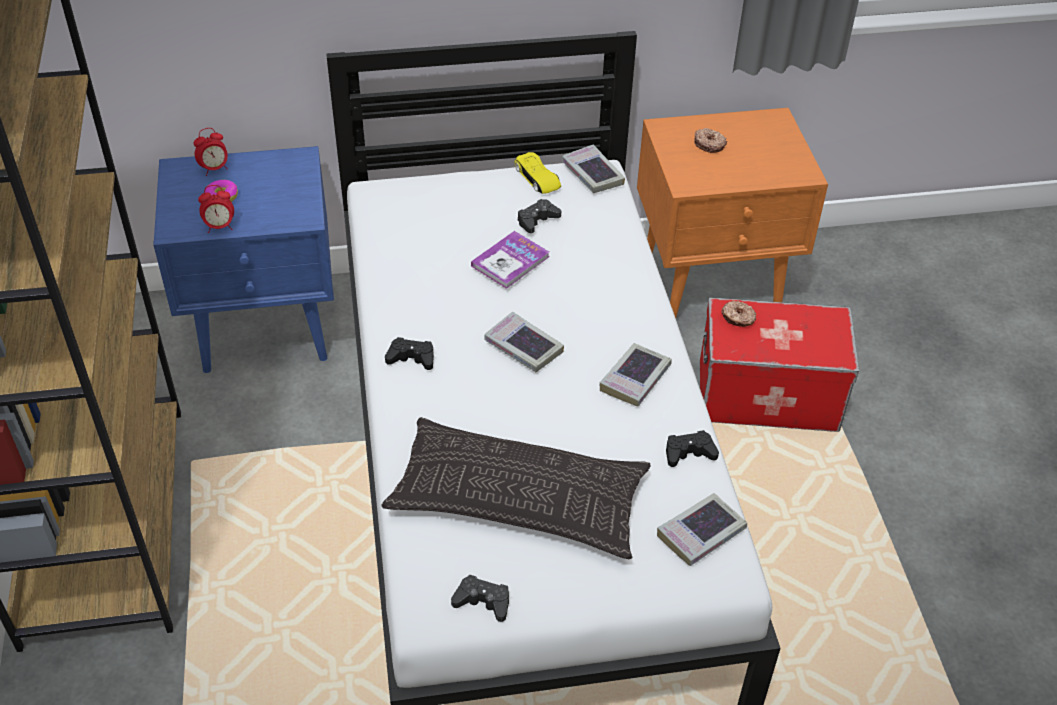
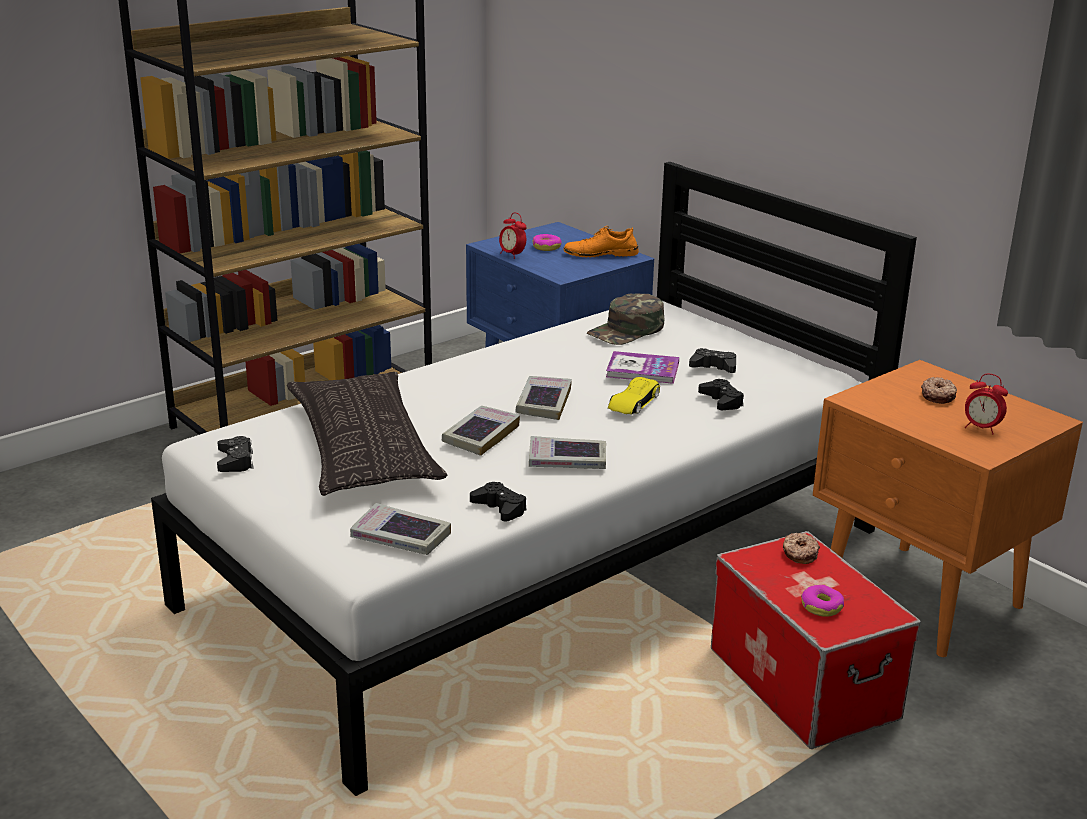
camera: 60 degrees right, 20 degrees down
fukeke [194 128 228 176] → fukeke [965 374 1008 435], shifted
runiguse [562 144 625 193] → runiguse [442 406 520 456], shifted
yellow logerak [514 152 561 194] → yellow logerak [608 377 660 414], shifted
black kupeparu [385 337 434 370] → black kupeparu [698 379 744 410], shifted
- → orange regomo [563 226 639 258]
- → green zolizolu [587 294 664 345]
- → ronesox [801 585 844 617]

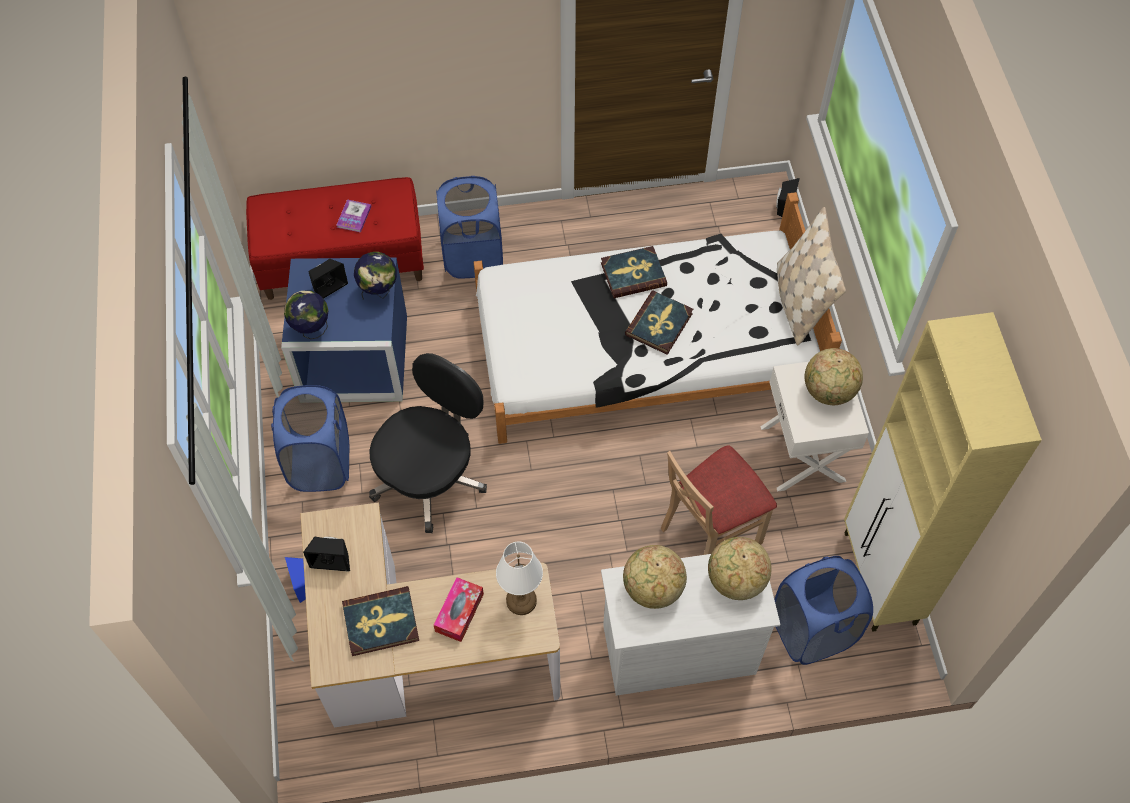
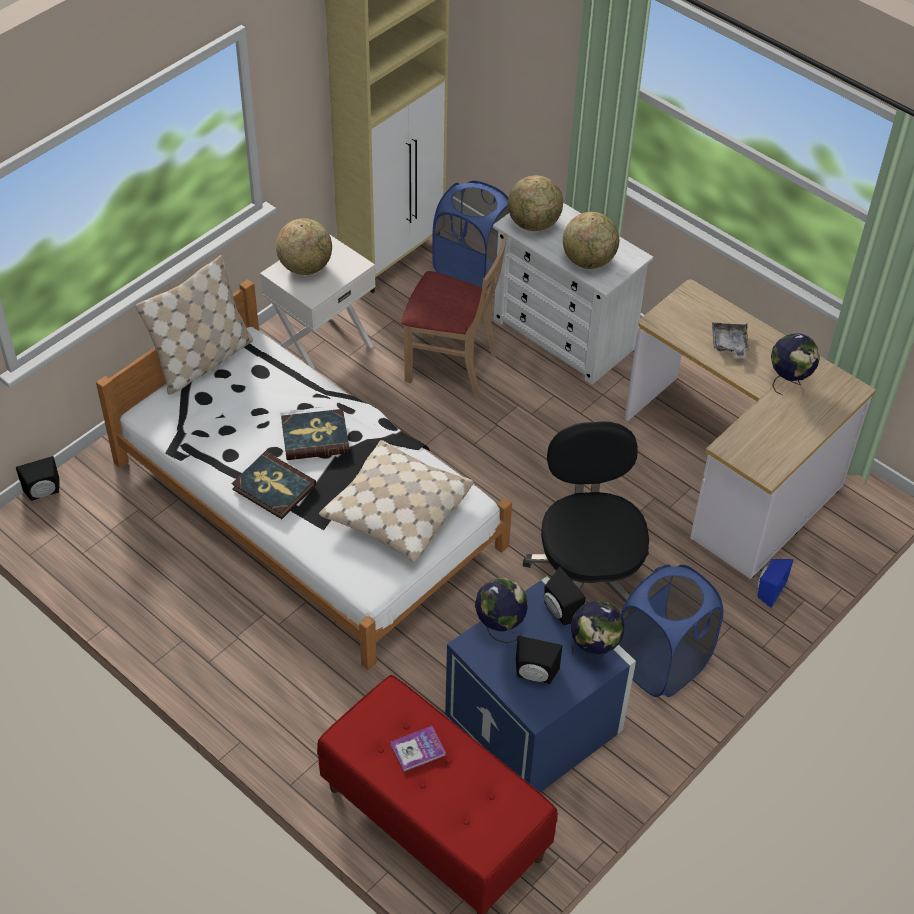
camera: 130 degrees left, 10 degrees down
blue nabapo [436 176 503 279] → -
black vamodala [369 353 487 533] → black vamodala [523 421 649 603], 90 degrees clockwise
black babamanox [303 537 350 572] → black babamanox [544 567 586 626], shifted
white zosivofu [496 541 543 615] → -
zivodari [434 577 484 642] → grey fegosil [712 323 749 358]
runiguse [342 586 419 656] → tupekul [771 333 820 396]
- → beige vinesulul [319 440 474 562]

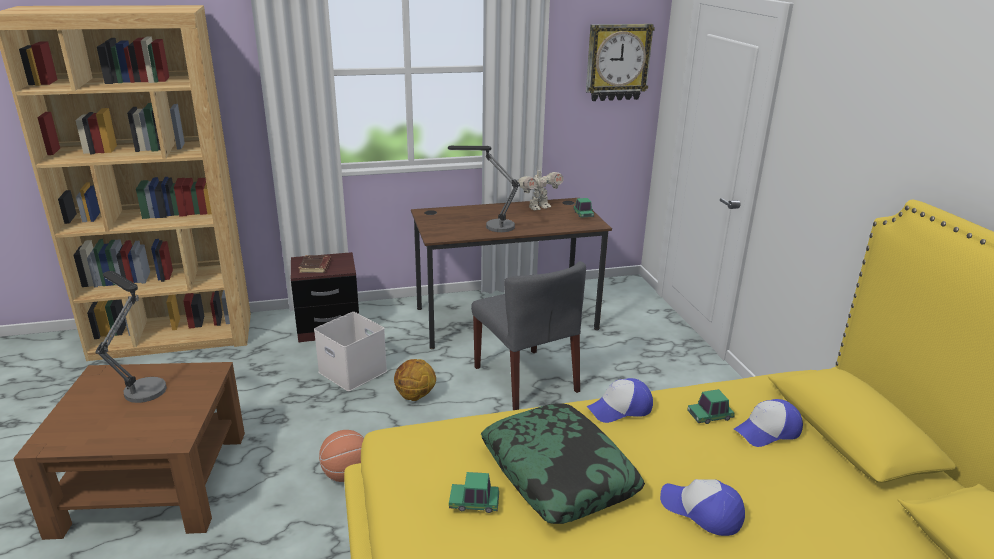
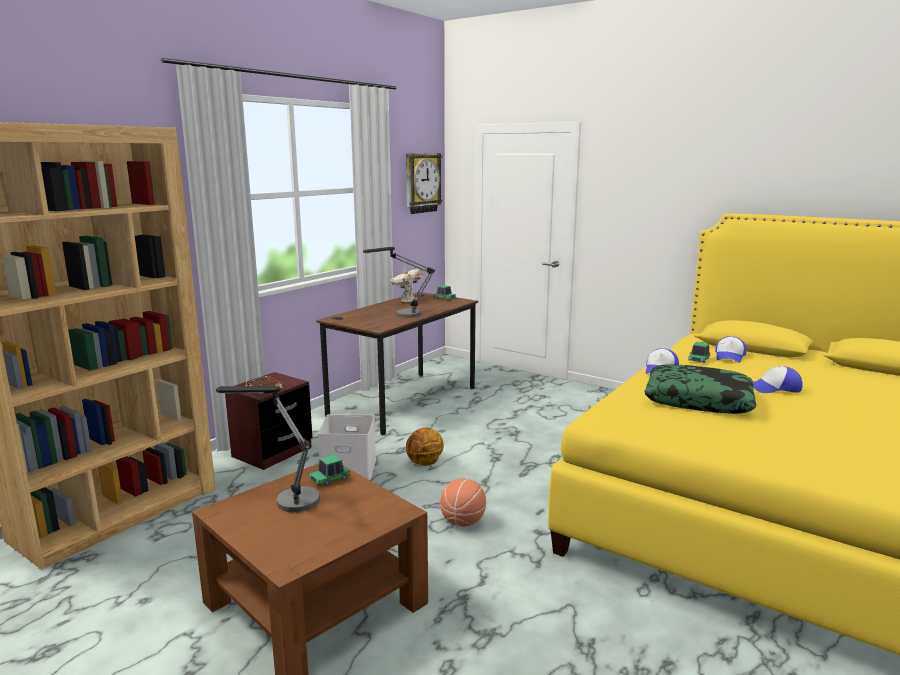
camera: 40 degrees left, 10 degrees down
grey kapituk [471 261 586 410] → -
logerak [449 472 499 513] → logerak [309 454 351 486], shifted

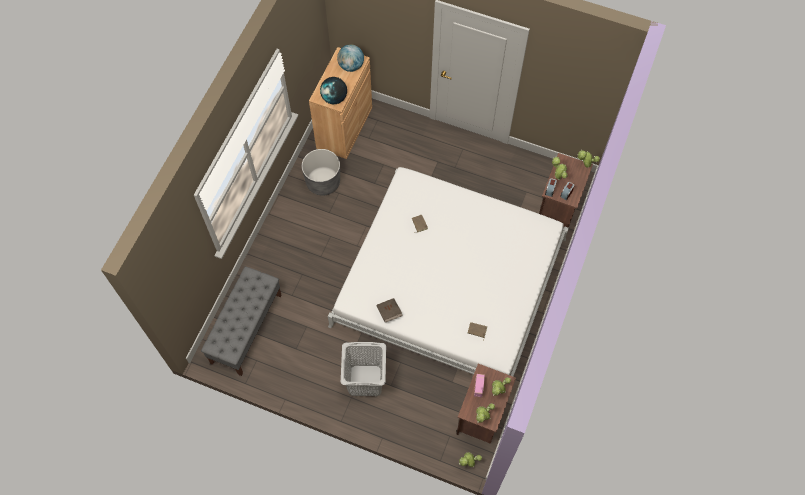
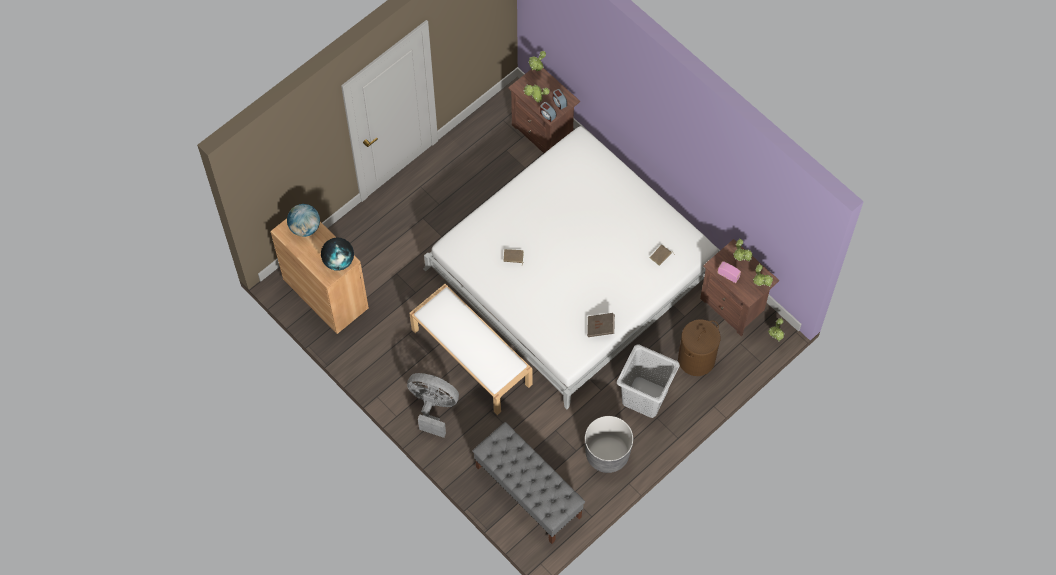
camera: 65 degrees left, 0 degrees up
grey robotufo [302 149 340 196] → grey robotufo [585 416 633 473], shifted
- → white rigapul [409 284 533 415]
- → brown nabapo [678 319 720 376]
- → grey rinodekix [407 373 459 438]

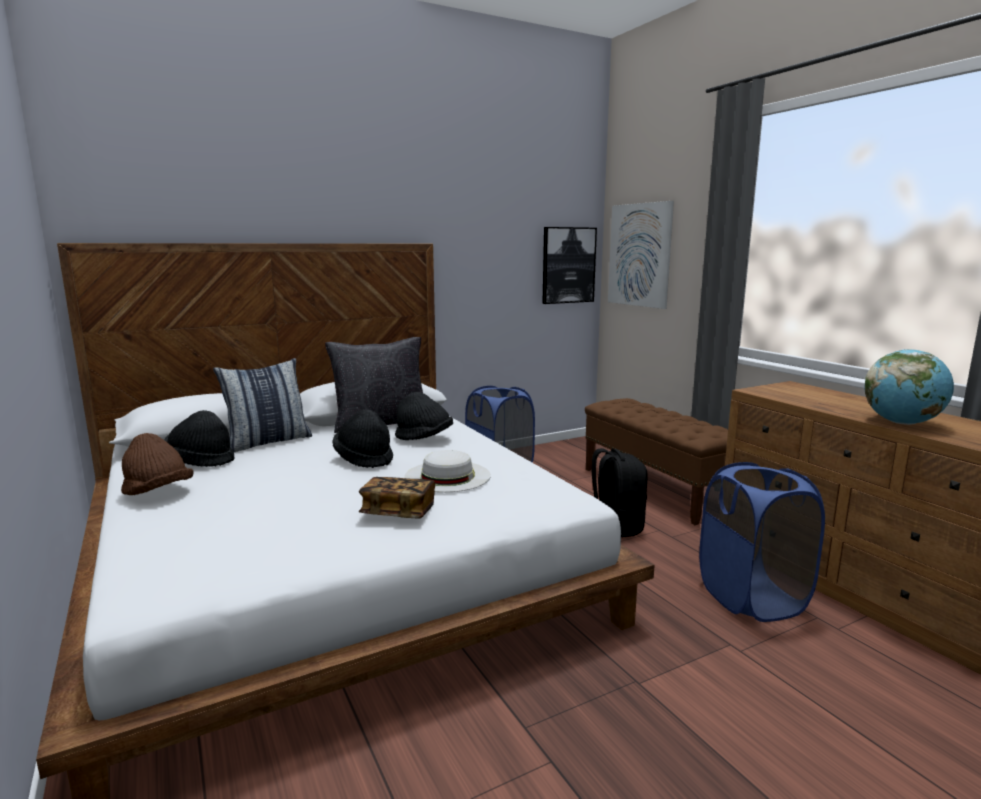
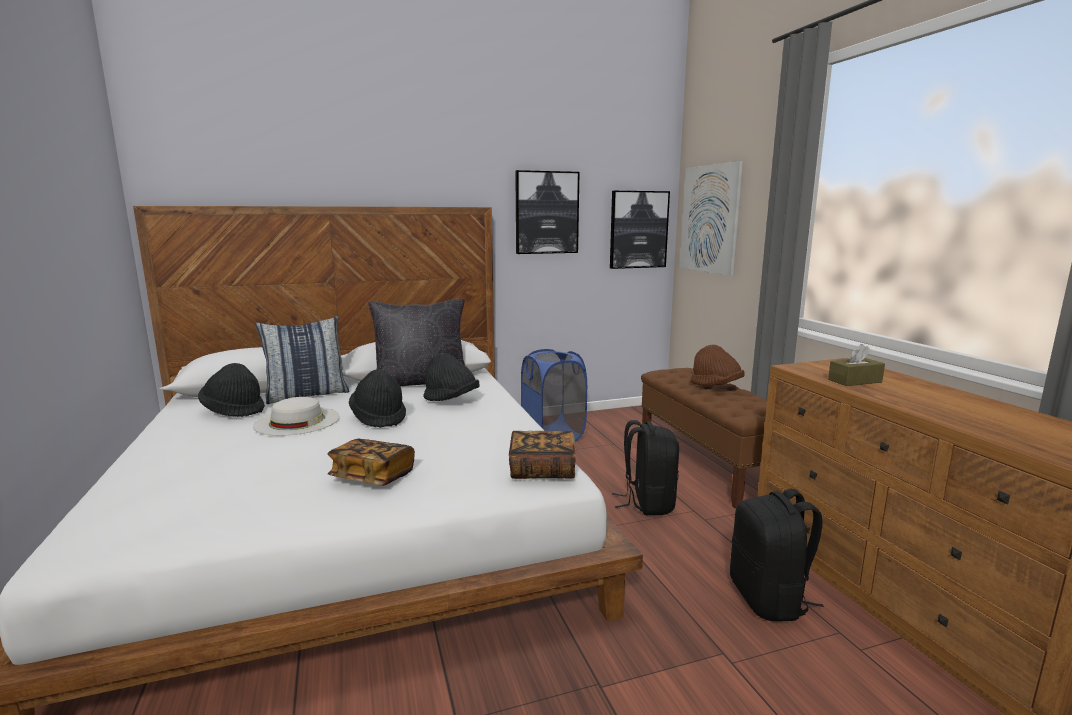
camera: 10 degrees right, 0 degrees up
tupekul [864 349 954 425] → -
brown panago [121 433 194 495] → brown panago [690 345 744 386], shifted
white panago [404 450 491 492] → white panago [253 397 340 436], shifted
blue nabapo [699 462 825 622] → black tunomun [730 489 824 621]
- → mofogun [515 170 580 254]
- → brown zivodari [828 344 885 386]
- → runiguse [509 431 576 479]

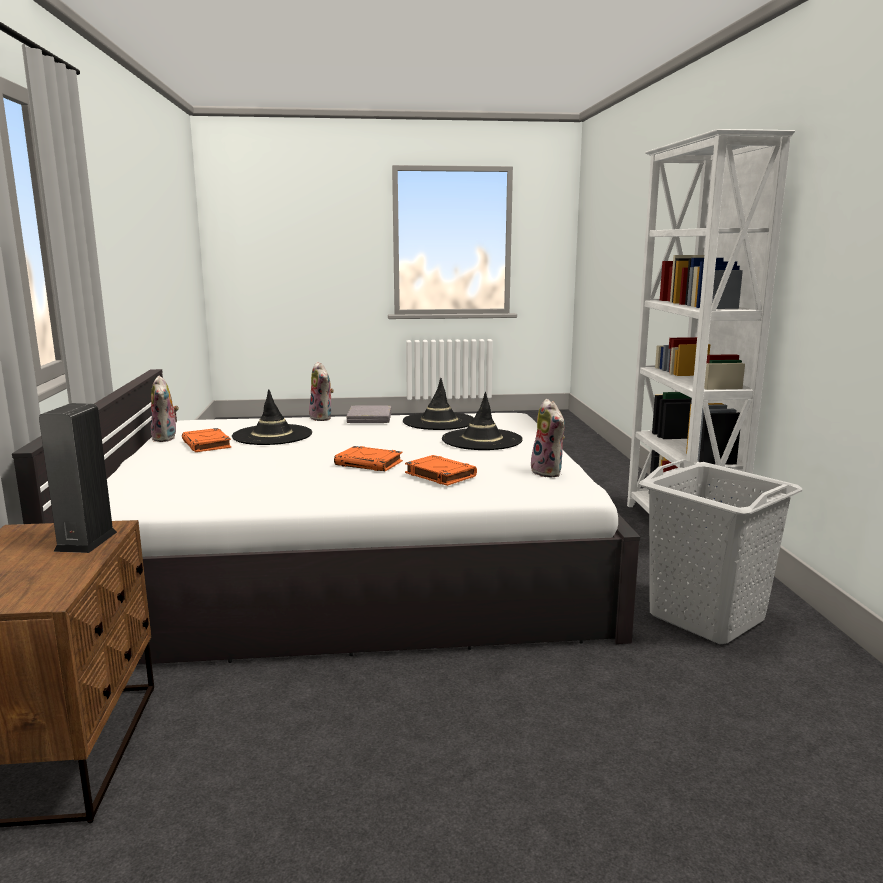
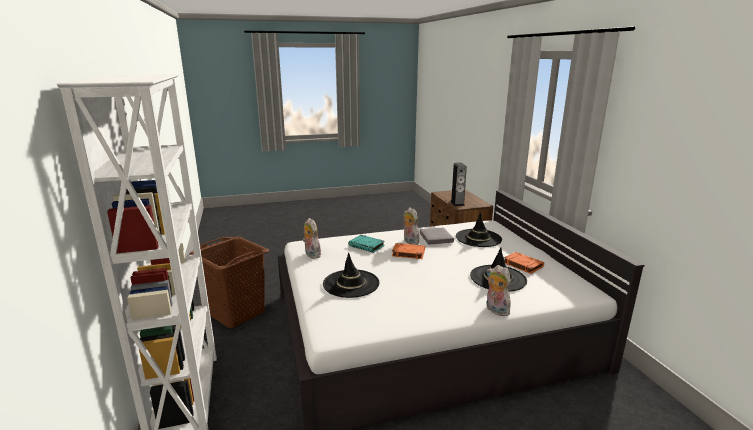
camera: 170 degrees right, 5 degrees up
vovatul [151 376 179 442] → vovatul [404 207 419 245], shifted
black panago [403 378 474 430] → black panago [456 213 502 247], shifted
grey runiguse [346 405 392 423] → grey runiguse [420 228 454 245], shifted
orange runiguse [405 455 477 486] → turquoise runiguse [349 235 385 253]
grey nabapo [639 459 802 644] → brown nabapo [189 236 269 328]

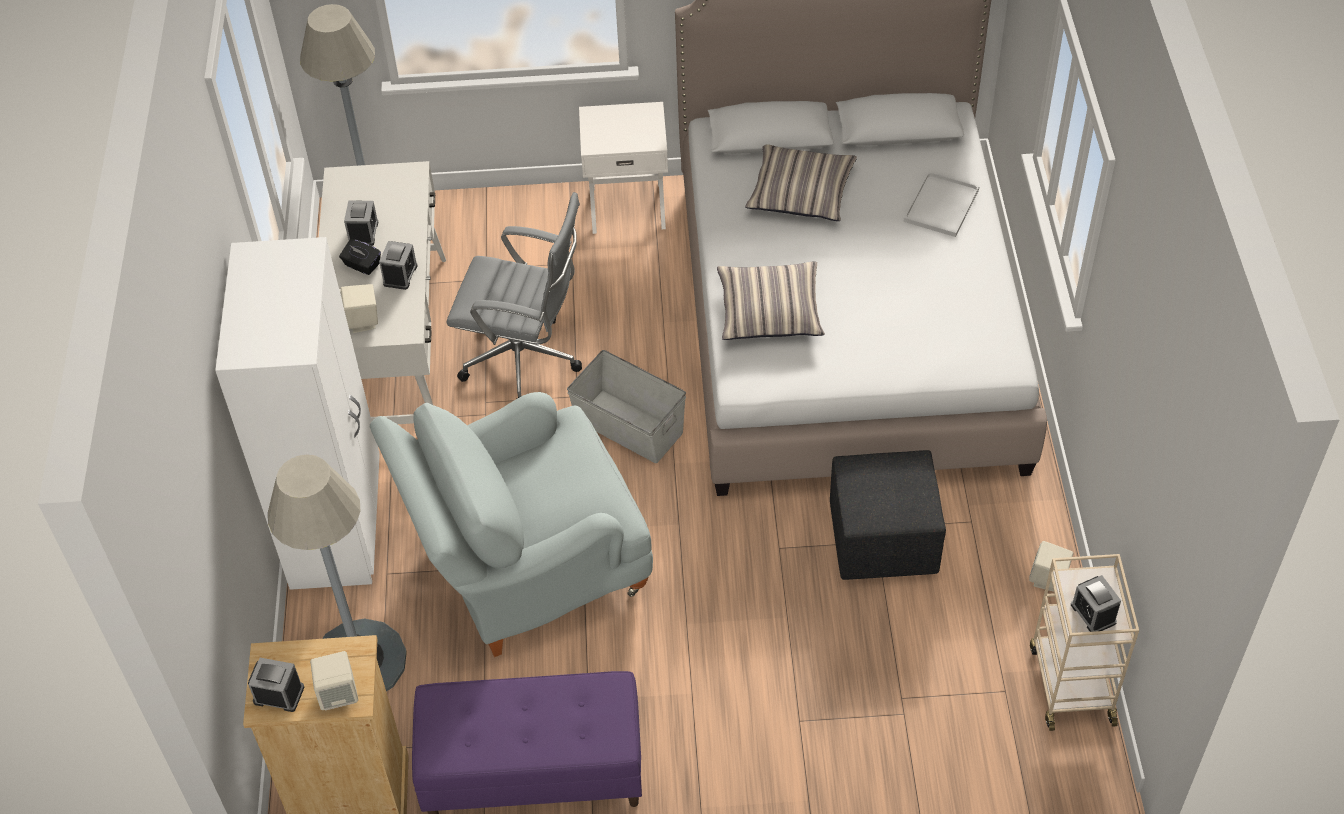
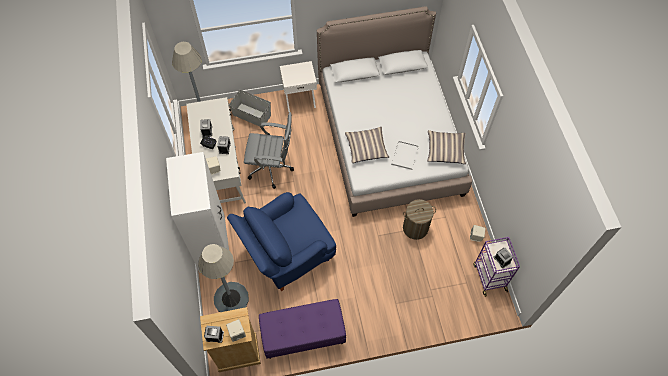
camera: 10 degrees left, 10 degrees up
vinesulul [745 144 857 221] → vinesulul [427 130 466 164], shifted
white fegosil [903 171 979 237] → white fegosil [391 141 419 170], shifted
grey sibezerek [567 350 686 463] → grey sibezerek [229 90 271 127], shifted
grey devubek [370 392 653 657] → blue devubek [227 192 336 291]
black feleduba [830 450 946 580] → nabapo [403 199 436 240]
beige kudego [1030 554 1139 731] → purple kudego [474 237 520 297]

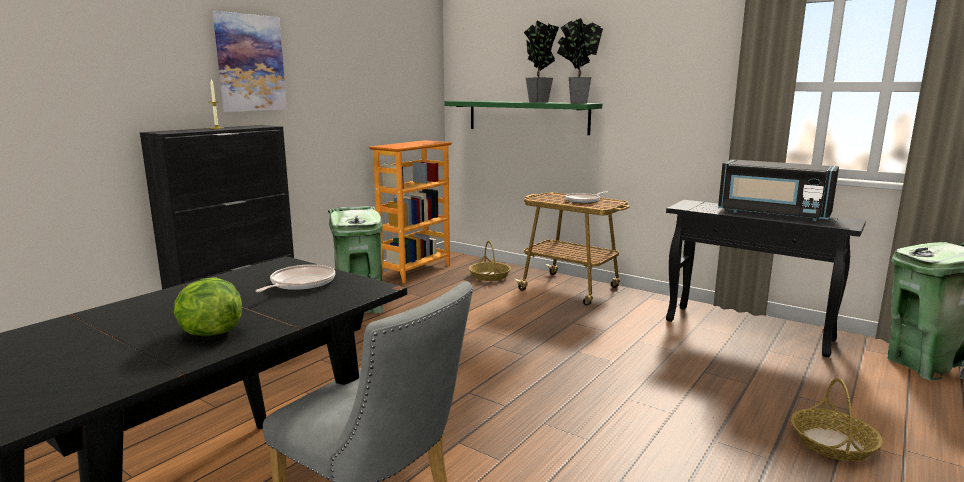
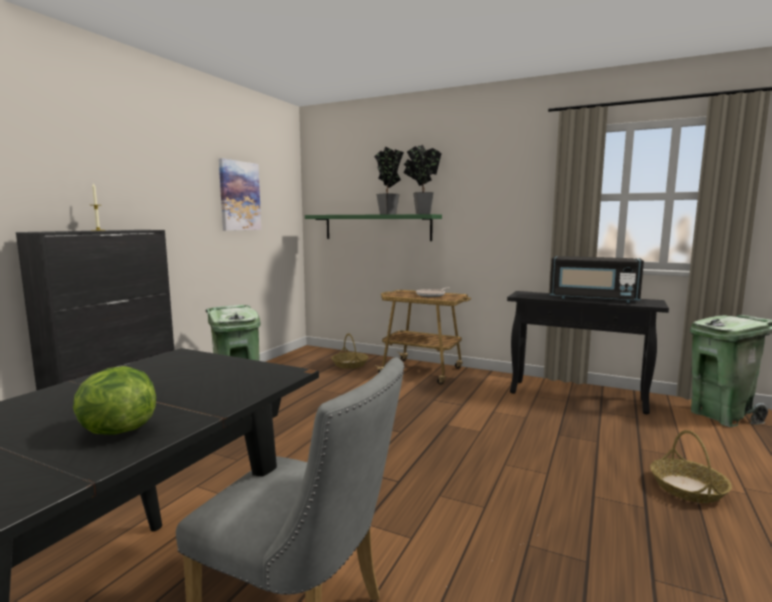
camera: 10 degrees left, 5 degrees down
mofogun [213 11 287 112] → mofogun [219 158 261 231], shifted
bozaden [369 140 452 283] → -
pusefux [256 264 335 292] → -

